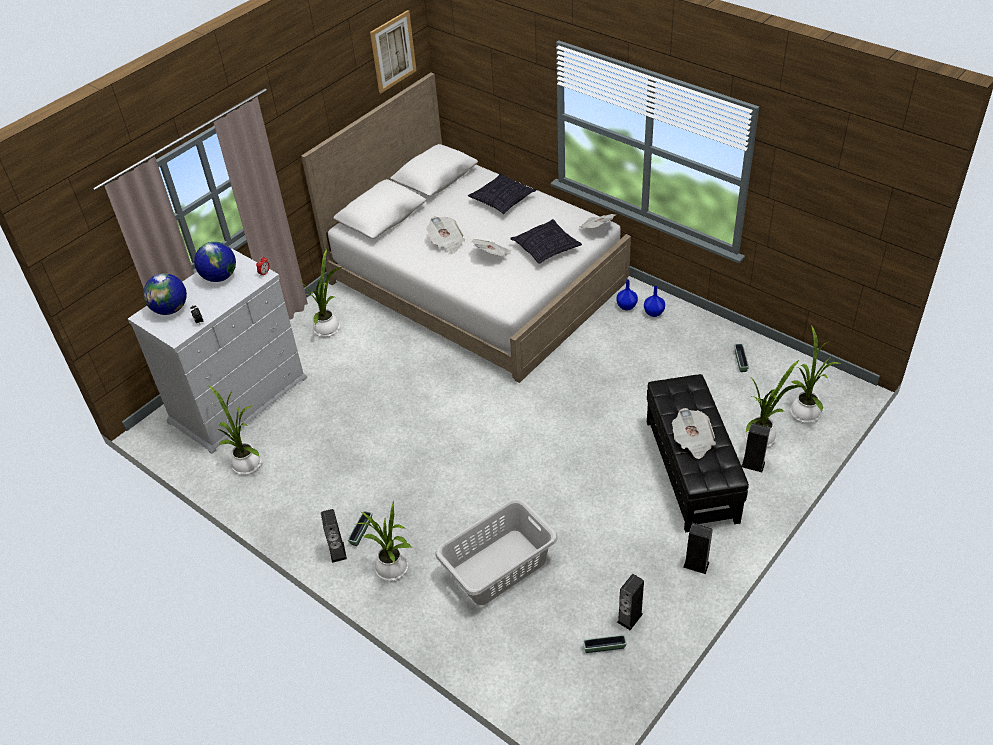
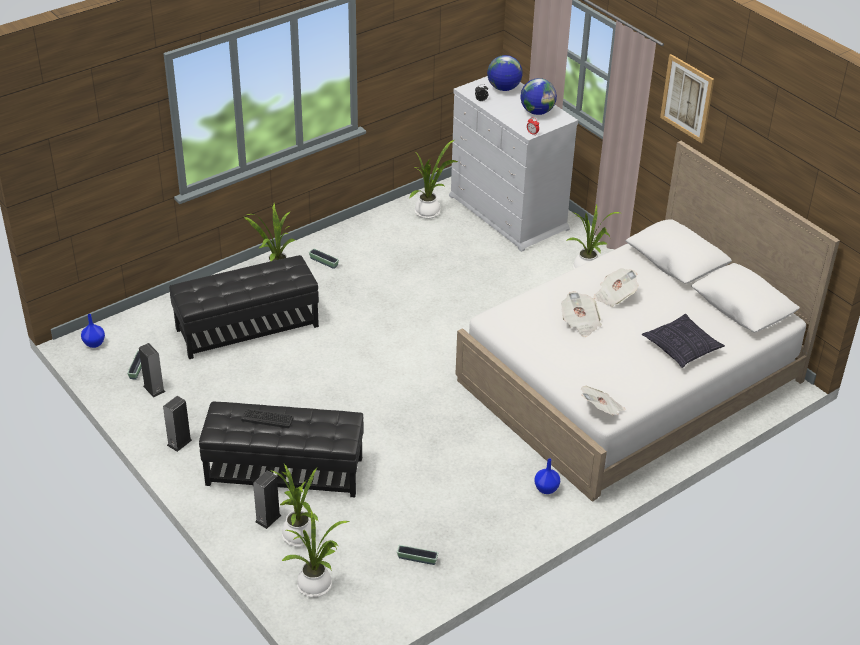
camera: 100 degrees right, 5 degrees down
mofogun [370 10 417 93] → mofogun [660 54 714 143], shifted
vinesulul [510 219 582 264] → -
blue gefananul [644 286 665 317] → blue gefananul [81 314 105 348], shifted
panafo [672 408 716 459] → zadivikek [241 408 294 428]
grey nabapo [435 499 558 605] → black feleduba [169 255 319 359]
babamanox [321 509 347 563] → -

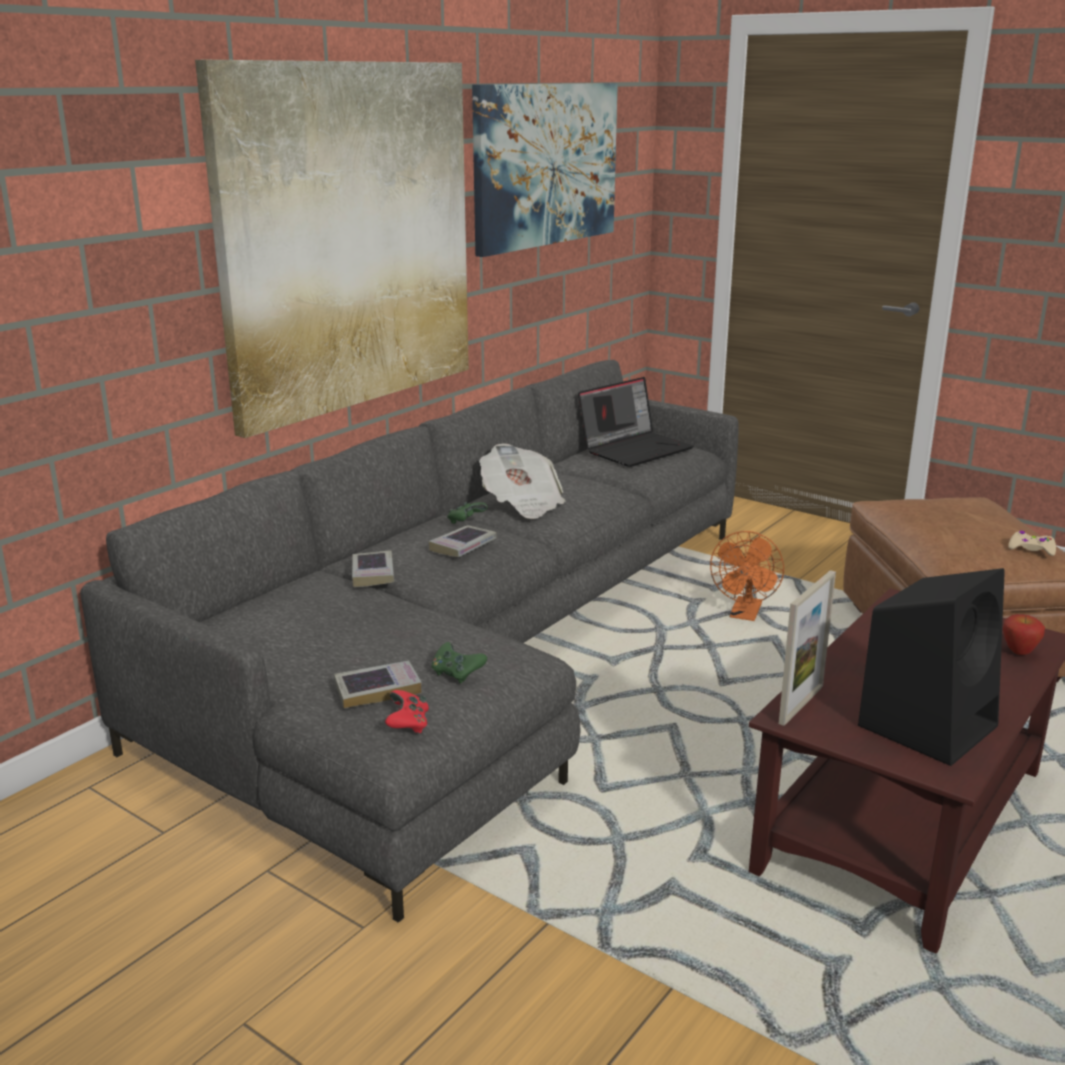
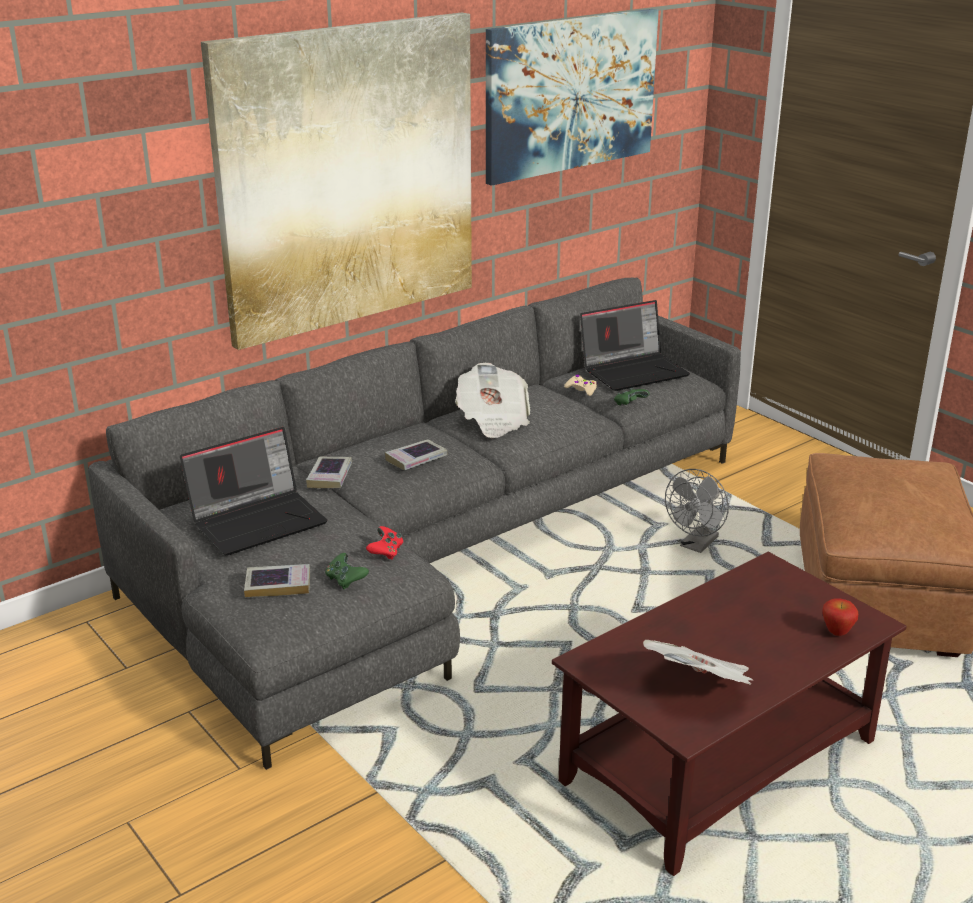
camera: 15 degrees right, 5 degrees up
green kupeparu [447 502 488 524] → green kupeparu [614 388 650 405], shifted
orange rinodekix [710 531 784 621] → grey rinodekix [665 469 729 553]
beige kupeparu [1008 531 1056 556] → beige kupeparu [564 375 598 396], shifted
black babamanox [858 568 1005 766] → panafo [643 640 753 685]
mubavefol [779 570 836 726] → -
red kupeparu [385 690 429 733] → red kupeparu [366 526 403 560], shifted
- → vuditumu [180 427 327 556]

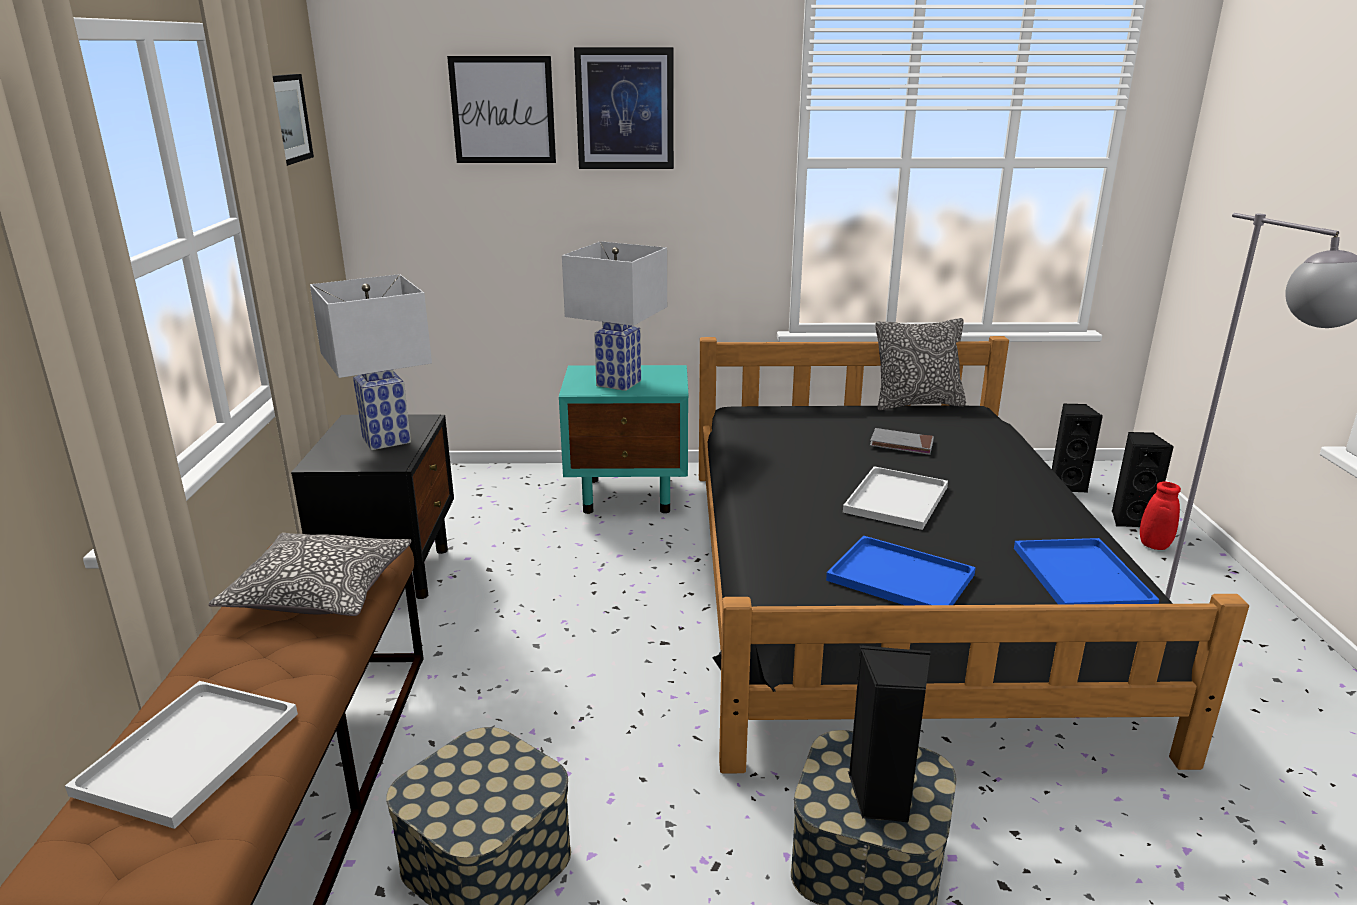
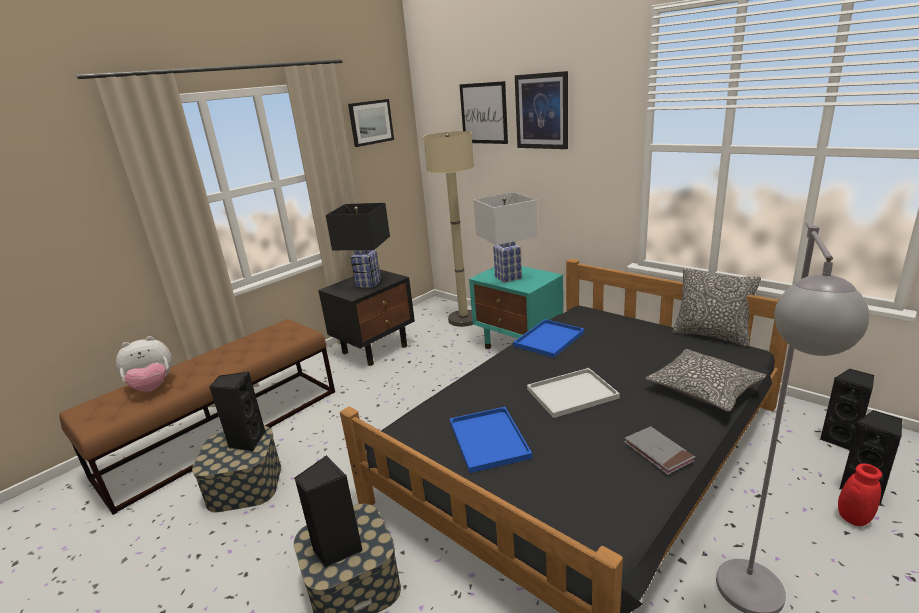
camera: 45 degrees right, 0 degrees up
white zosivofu [310 274 432 450] → black zosivofu [326 203 390 288]
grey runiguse [870 428 934 455] → grey runiguse [624 426 696 475], shifted
vinesulul [208 533 411 616] → vinesulul [645 349 767 412], shifted
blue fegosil [1014 538 1159 604] → blue fegosil [513 319 584 358], shifted
white fegosil [65 681 298 829] → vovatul [116 336 172 392]
- → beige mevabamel [424 131 474 327]
- → black babamanox [209 372 266 451]

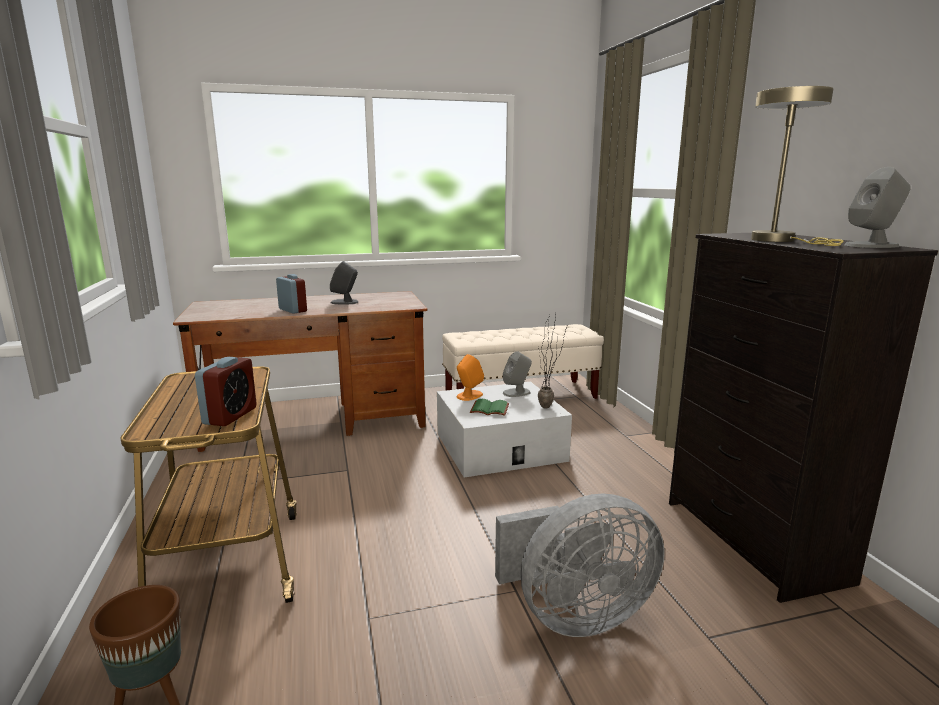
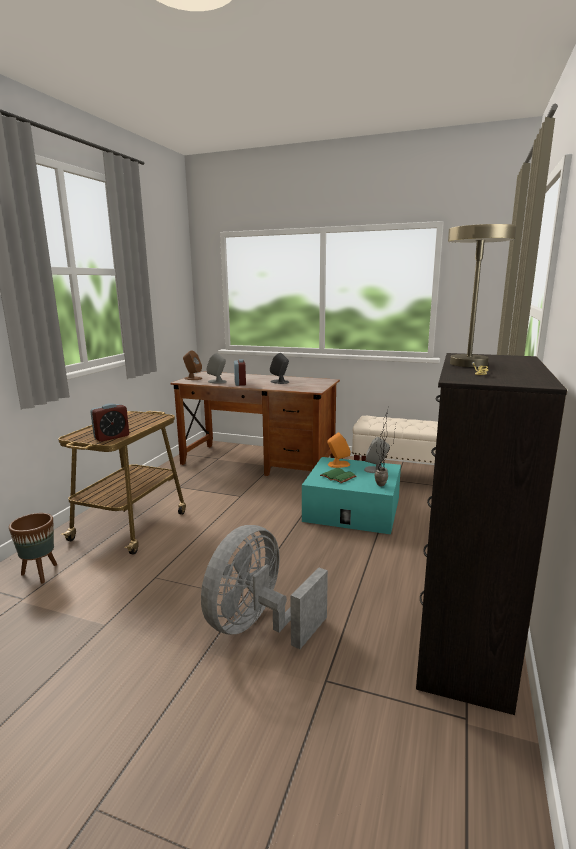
camera: 35 degrees right, 0 degrees up
grey babamanox [844 167 911 248] → grey babamanox [206 353 227 384], shifted
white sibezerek [437 382 572 478] → turquoise sibezerek [302 457 401 534]
grey rinodekix [495 493 665 637] → grey rinodekix [201 525 328 649], 105 degrees clockwise
- → brown babamanox [183 350 202 380]

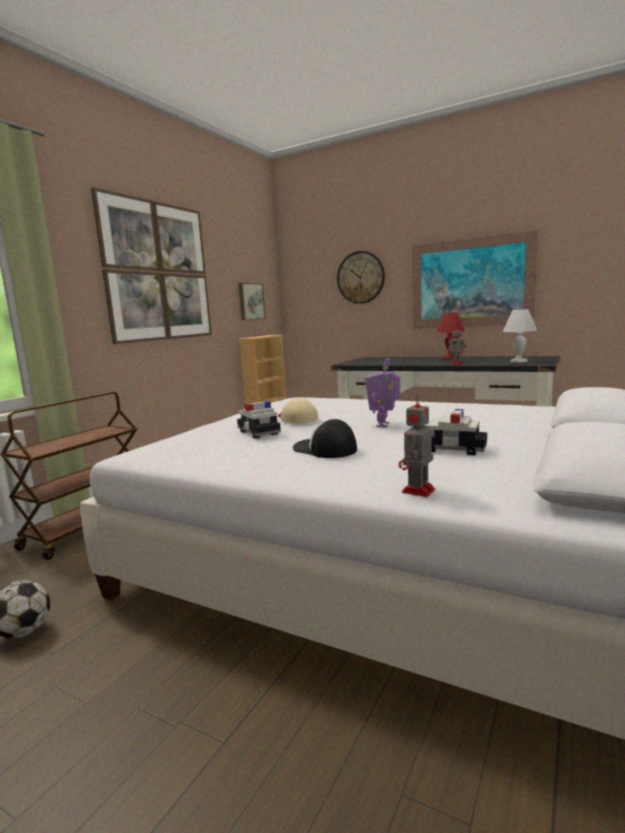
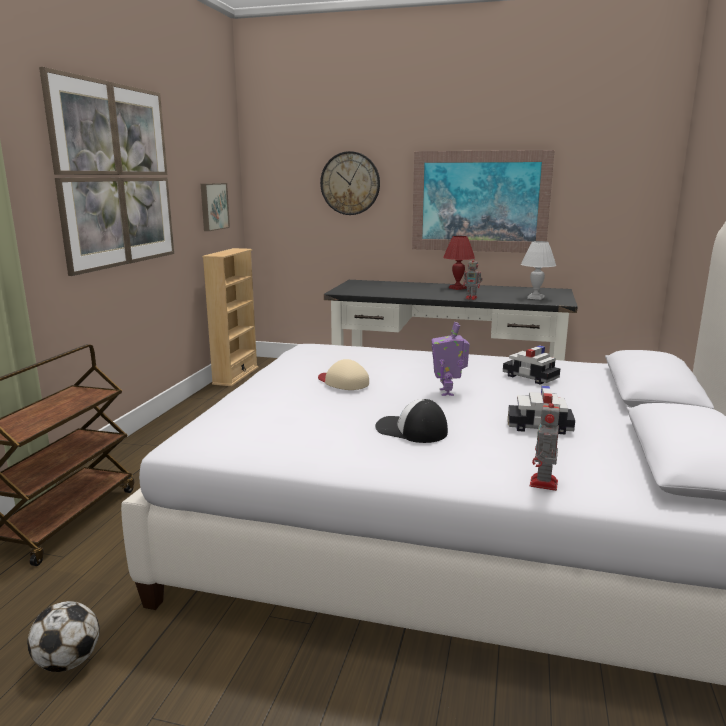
camera: 15 degrees left, 5 degrees up
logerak [237 401 281 438] → logerak [503 345 560 385], shifted

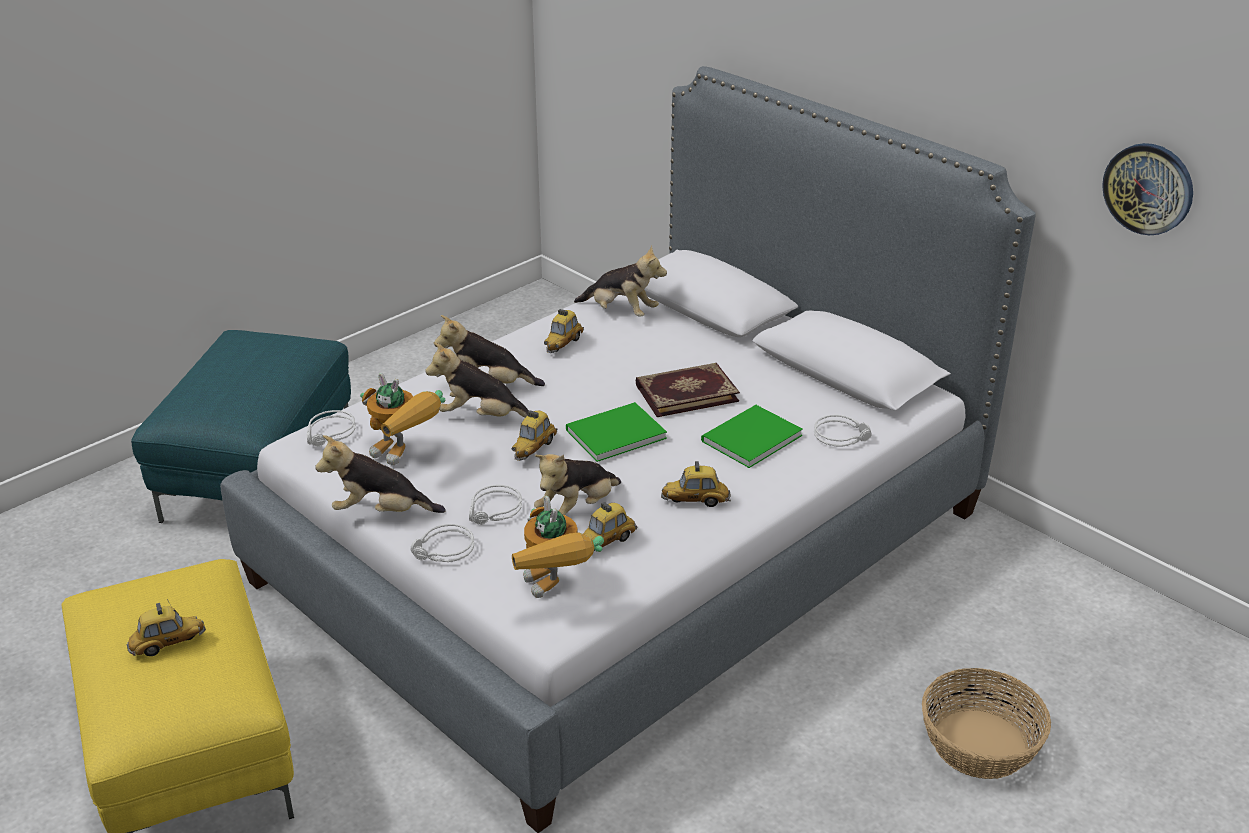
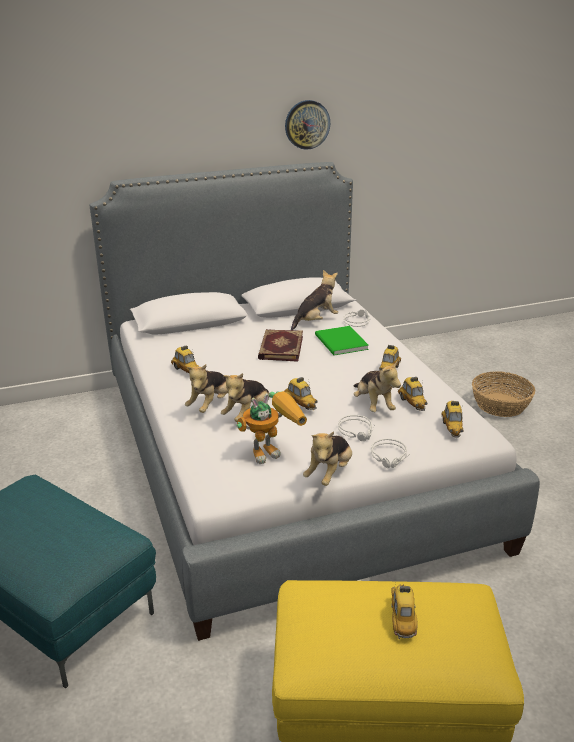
camera: 65 degrees left, 5 degrees down
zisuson [1102 143 1193 235] → zisuson [285 100 330 150], shifted
vovatul [574 245 667 317] → vovatul [291 270 338 330], shifted
green runiguse [566 402 667 462] → -
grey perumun [307 410 356 447] → -
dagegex [512 496 604 598] → logerak [442 401 463 438]

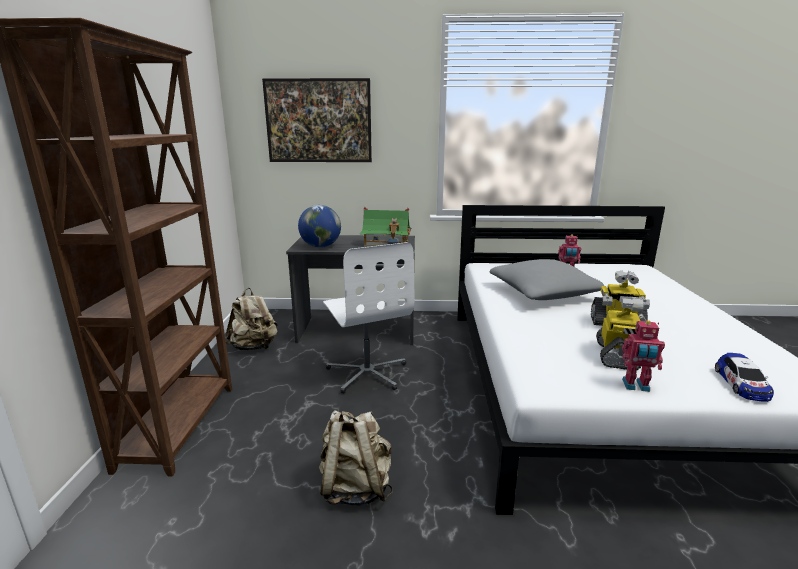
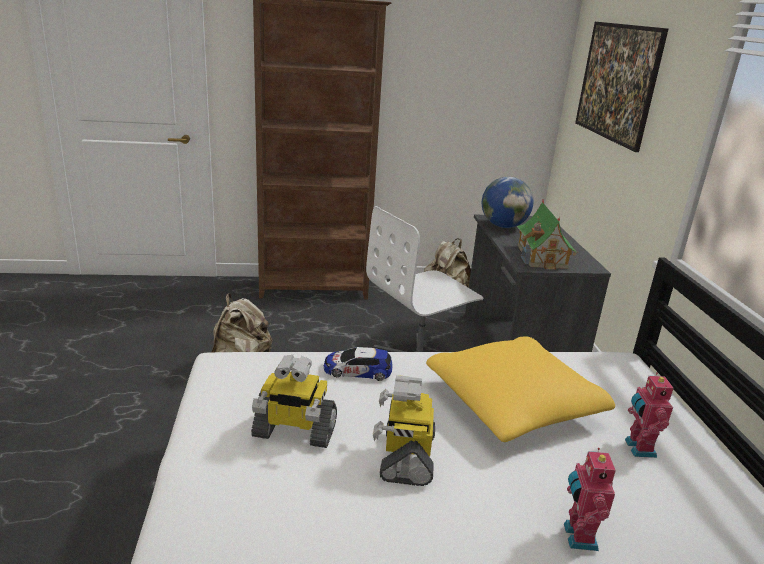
camera: 80 degrees right, 5 degrees up
grey vinesulul [490 259 604 300] → yellow vinesulul [426 336 615 442]
dagegex [622 320 665 392] → dagegex [564 448 616 551], shifted
logerak [715 353 774 402] → logerak [324 347 393 381], shifted

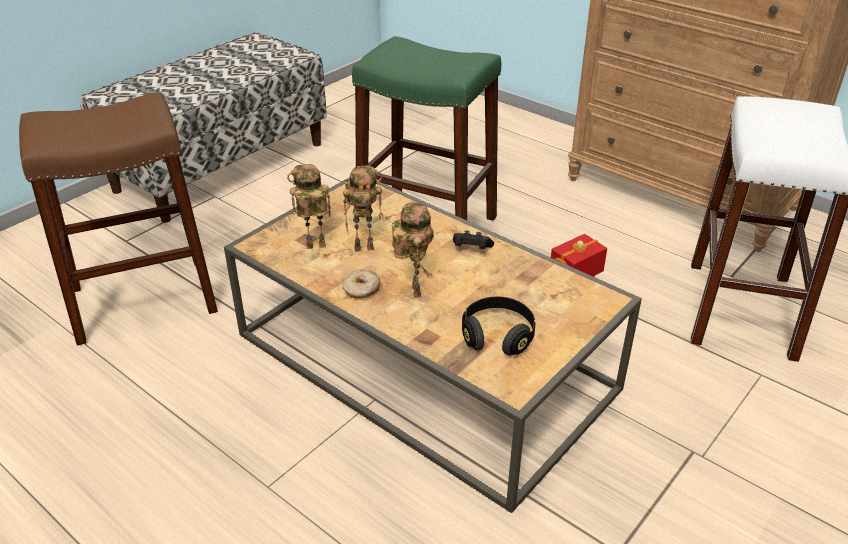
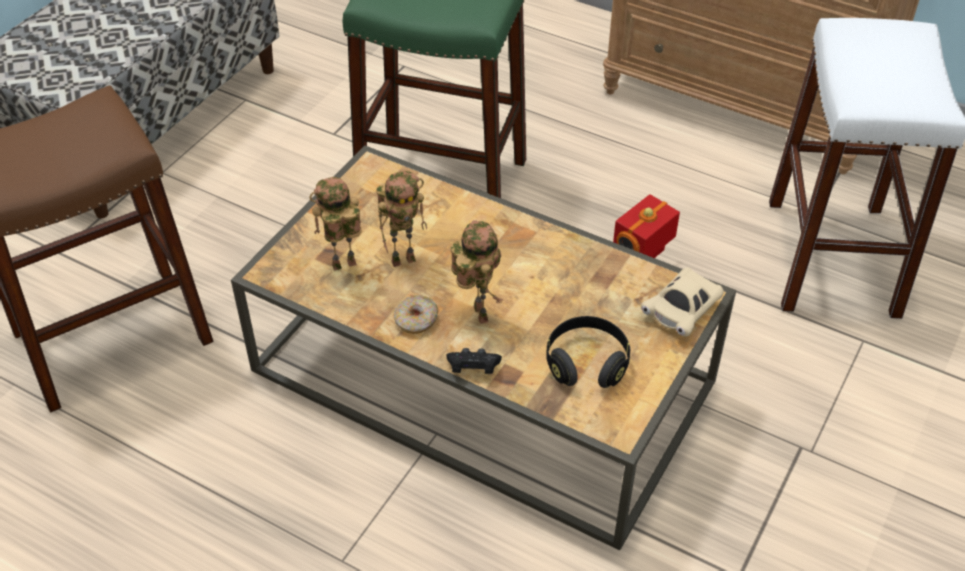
camera: 10 degrees left, 10 degrees up
black kupeparu [453 230 494 249] → black kupeparu [447 348 502 374], shifted
- → beige logerak [641 267 724 337]

